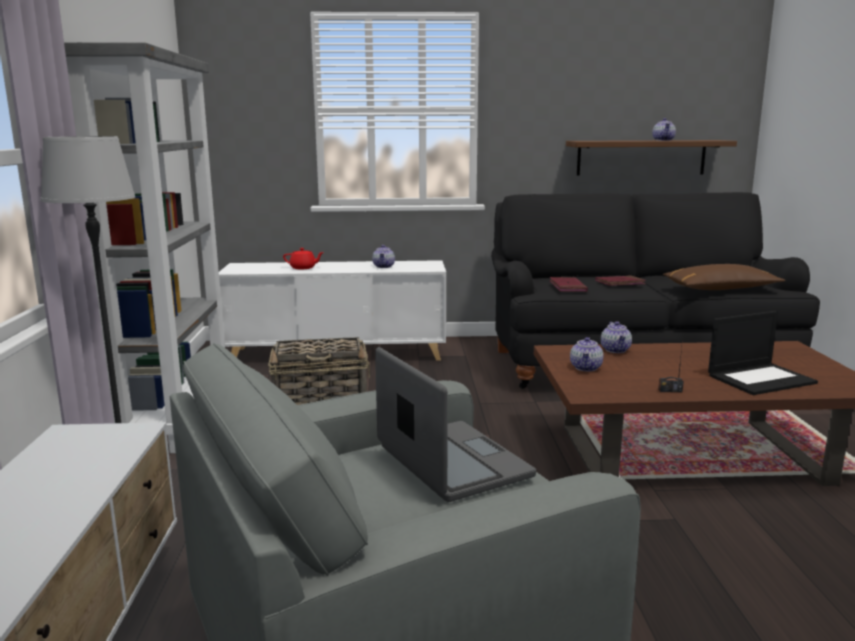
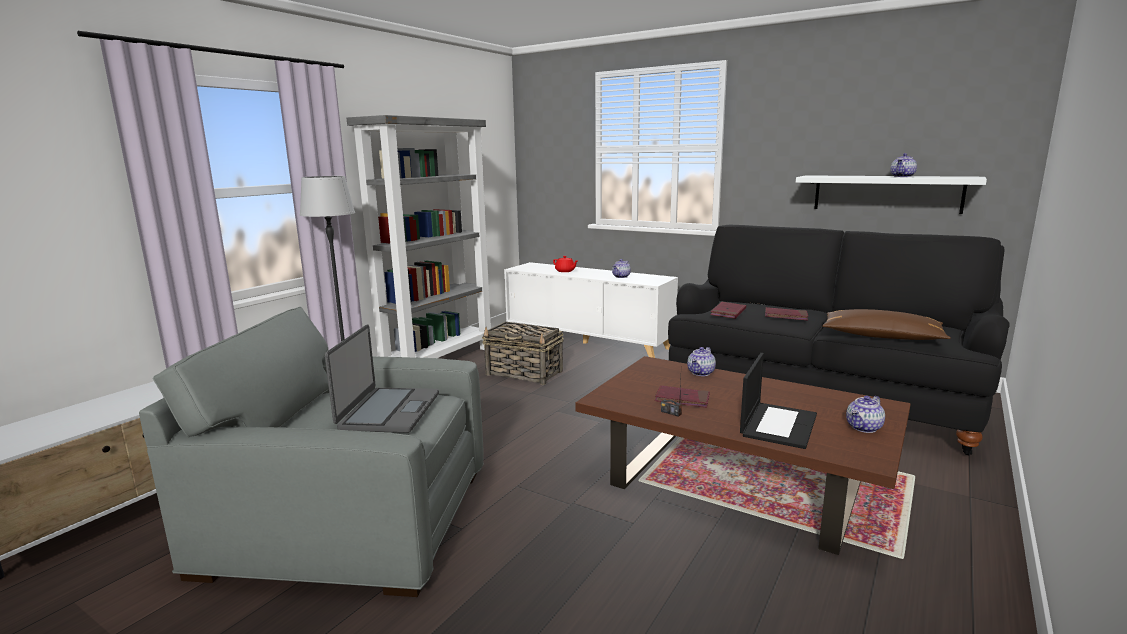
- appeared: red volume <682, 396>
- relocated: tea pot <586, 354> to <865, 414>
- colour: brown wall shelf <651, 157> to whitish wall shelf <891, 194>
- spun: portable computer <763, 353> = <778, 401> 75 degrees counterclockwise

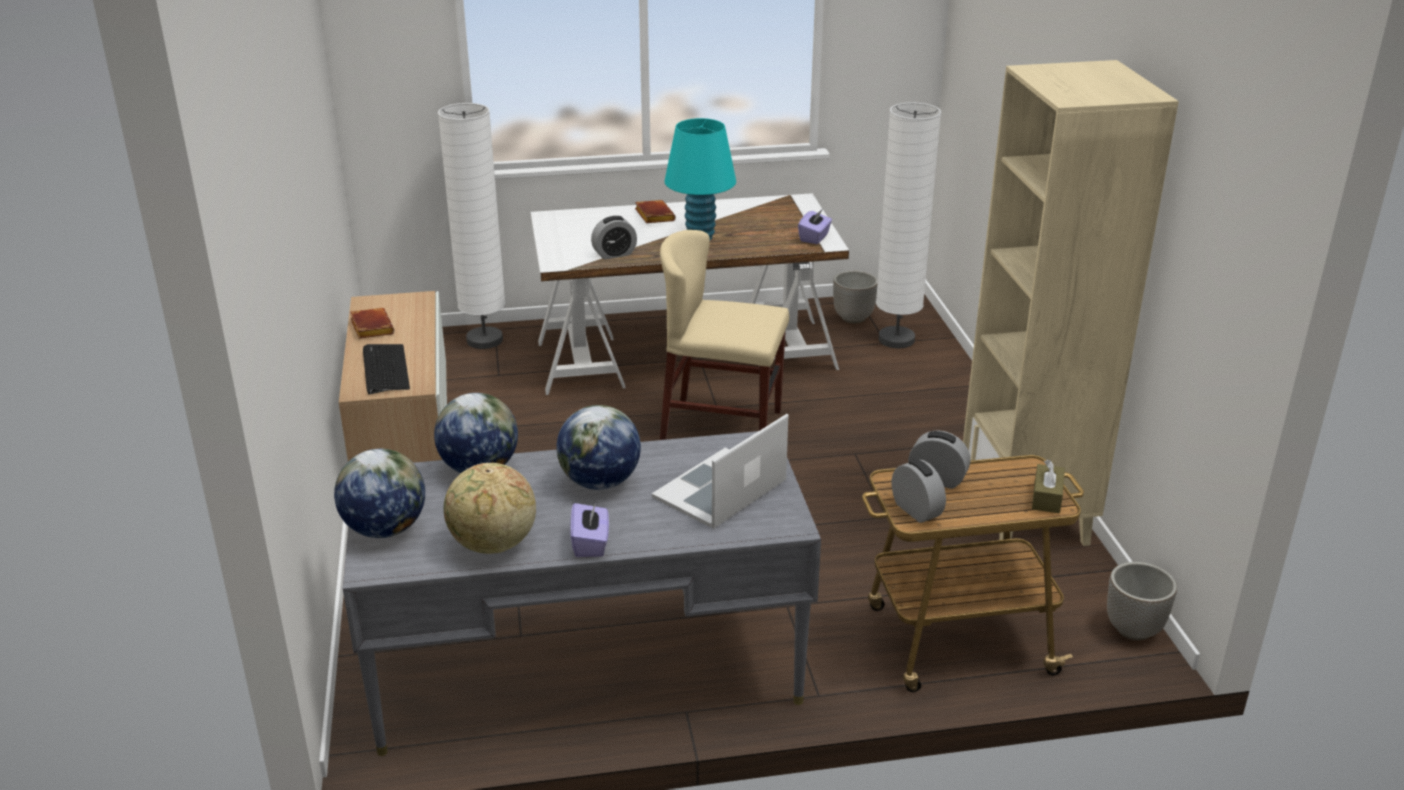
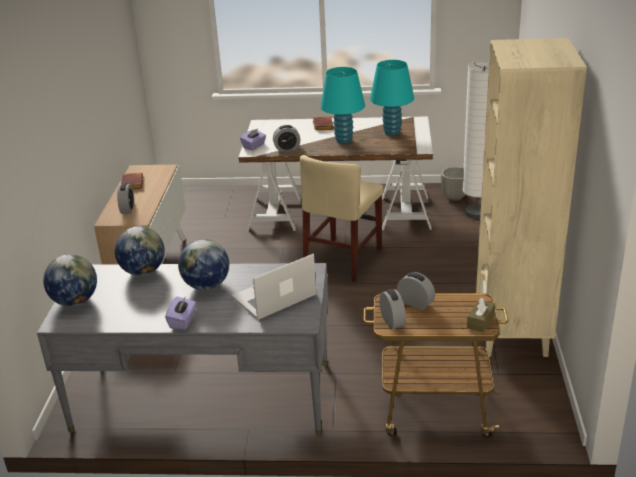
- missing: whitish standard lamp <472, 226>
- missing: world globe <490, 508>
- missing: flower pot <1142, 601>
- appeared: blue-green tabletop lamp <392, 98>
- relocated: purple tissue holder <815, 226> to <253, 139>
- exchanged: keyboard <386, 369> to alarm clock <125, 198>
- spun: beige-coloured upright chair <724, 335> = <342, 218> 90 degrees counterclockwise

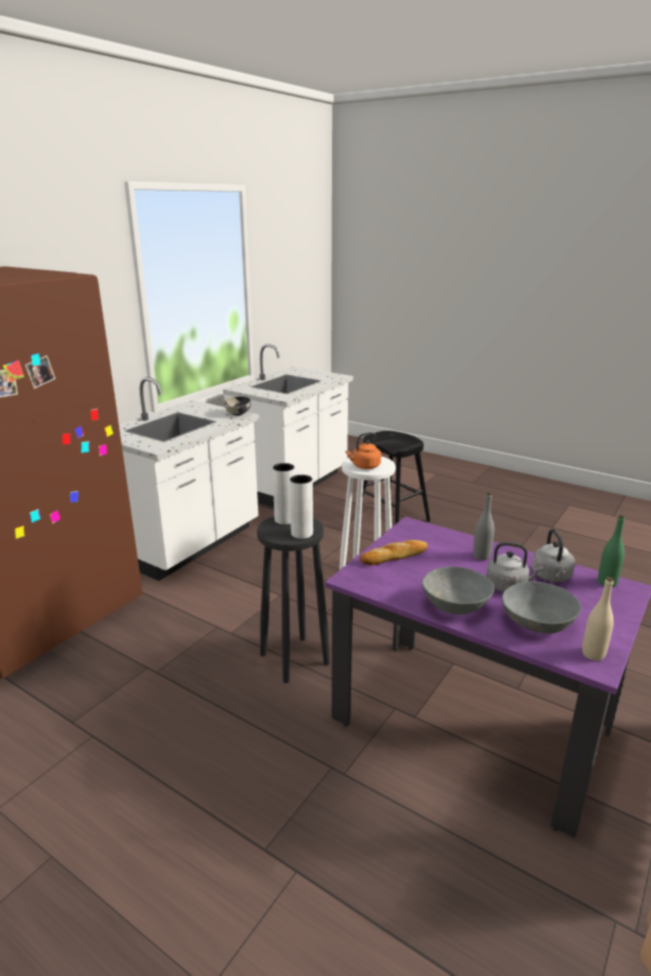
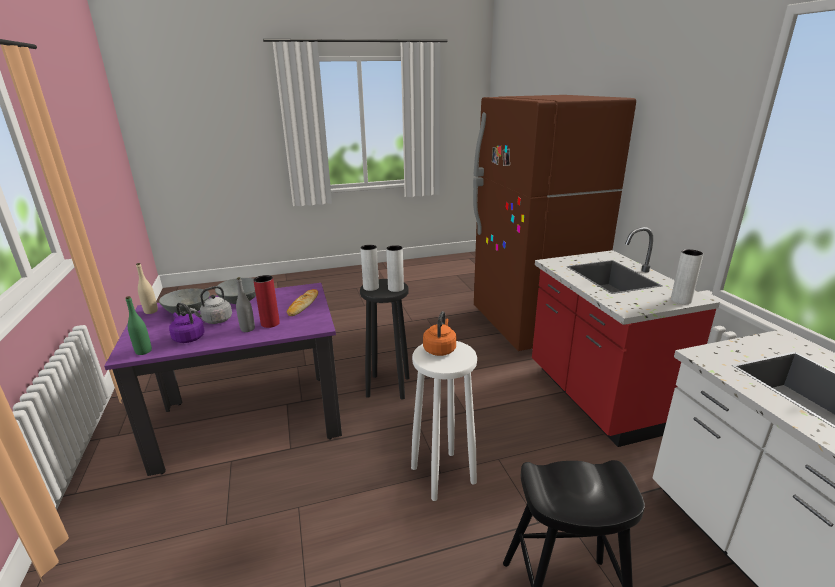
- missing: serving bowl <237, 406>
- appeared: red decorative vase <266, 301>
- appeared: whitish decorative vase <687, 276>
- colour: whitish counter <189, 479> to red counter <626, 337>
- colour: grey tea kettle <553, 555> to purple tea kettle <187, 323>

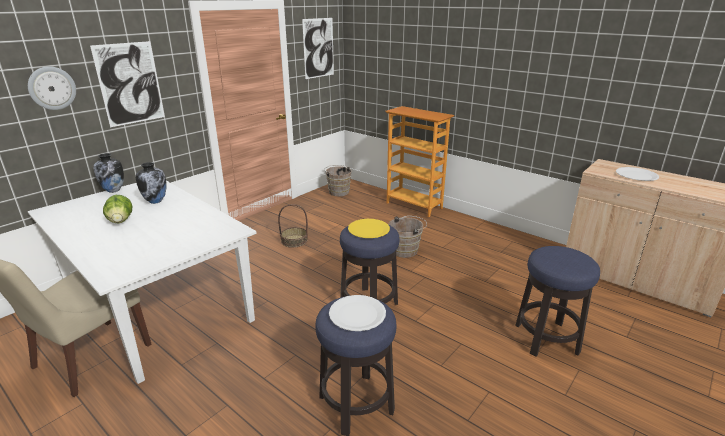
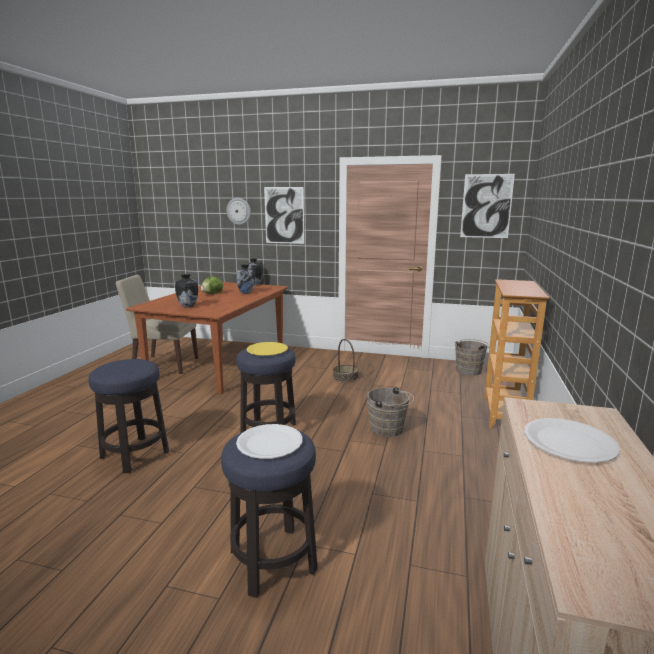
- appeared: decorative vase <186, 291>
- relocated: whitish plate <357, 313> to <269, 441>
- colour: whitish dinner table <142, 282> to brown dinner table <207, 338>

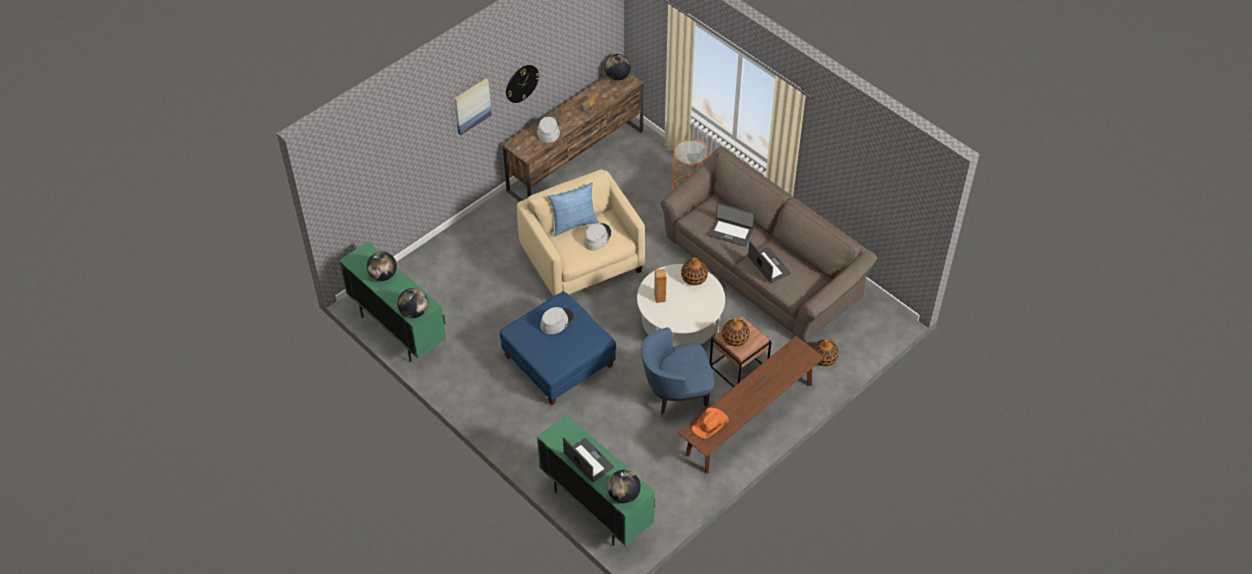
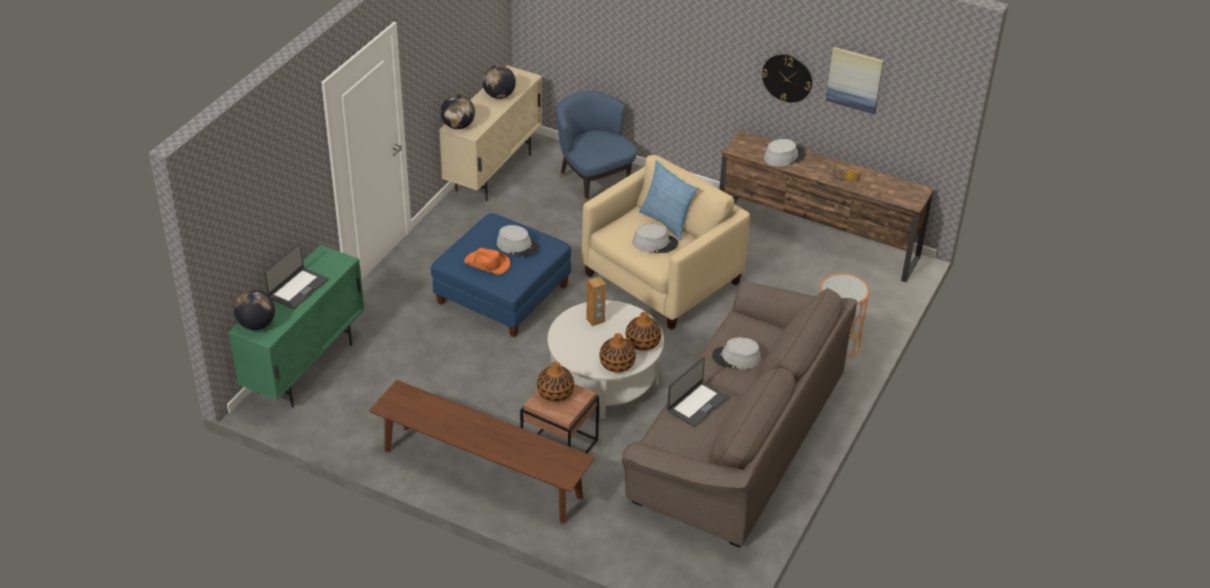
- missing: world globe <617, 67>
- relocated: wall art <473, 106> to <855, 80>
- relocated: blue easy chair <678, 372> to <597, 147>
- relocated: orange-coloured hat <710, 423> to <487, 261>
- relocated: decorative vase <826, 352> to <617, 353>
- exchanged: portable computer <731, 224> to grey hat <736, 353>
- colour: greenish cabinet <392, 302> to beige-coloured cabinet <490, 133>

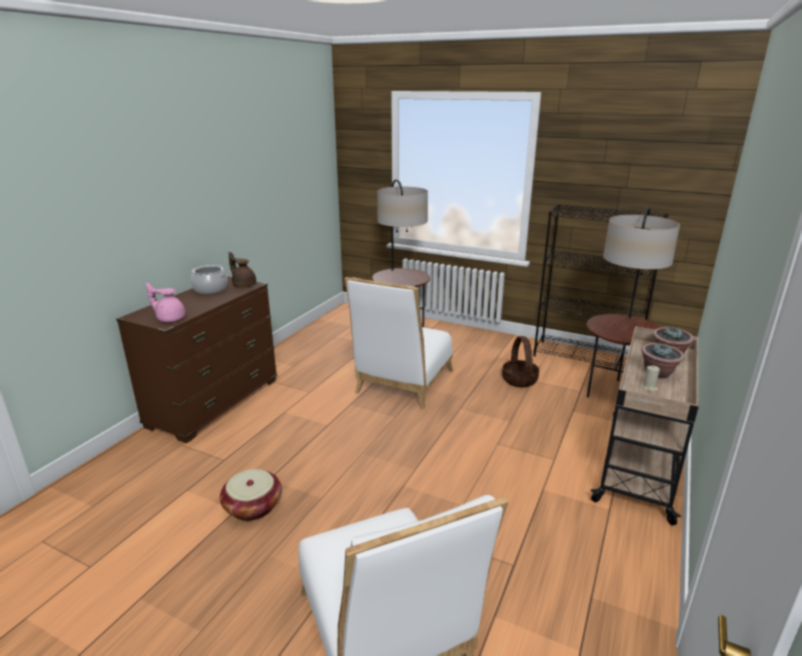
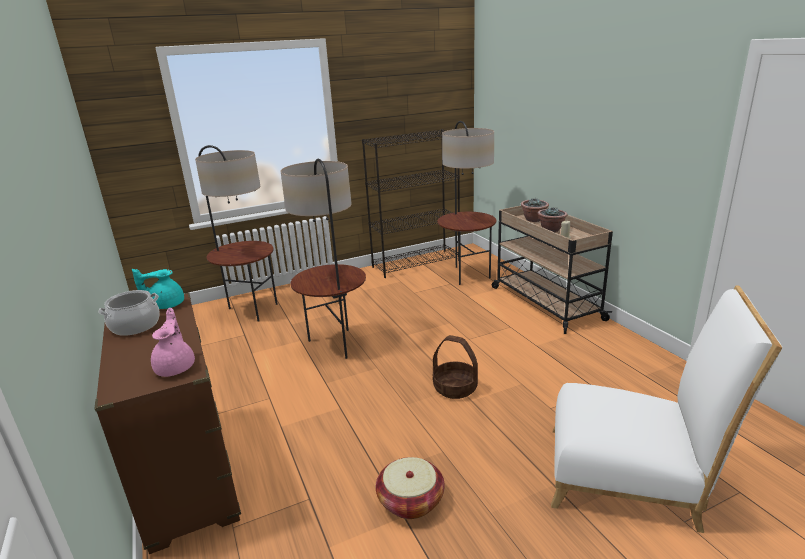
- relocated: household basket <520, 361> to <455, 367>
- exchanged: whitish upright chair <398, 343> to standard lamp <323, 259>
- colour: brown tea pot <242, 270> to blue-green tea pot <158, 289>
- spun: pinkish tea pot <166, 302> = <173, 342> 120 degrees clockwise

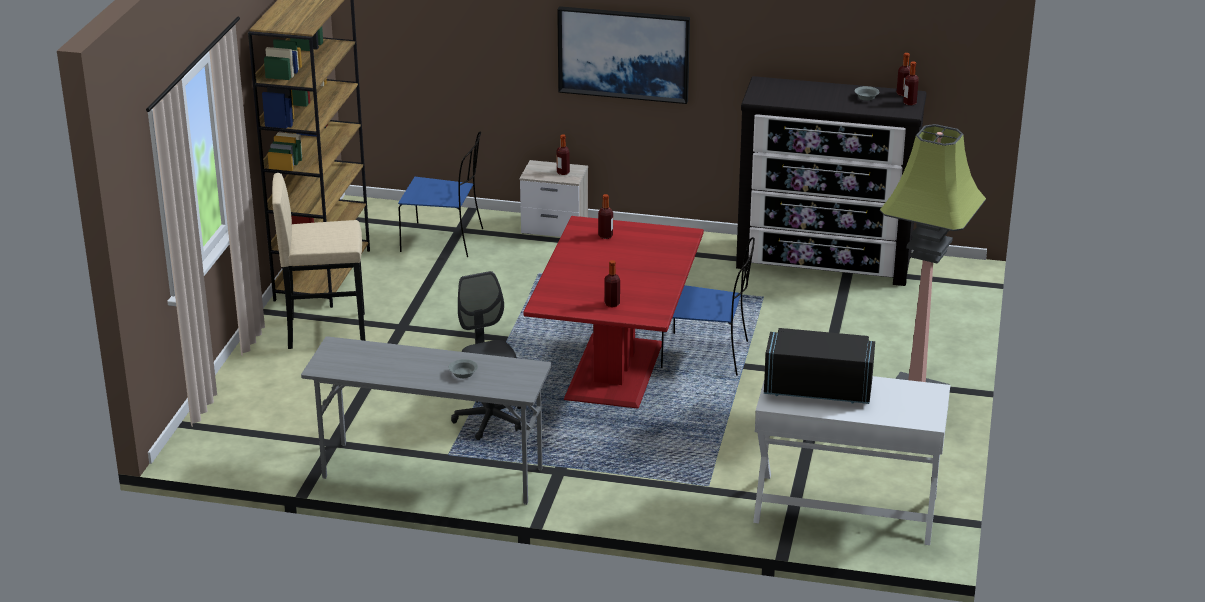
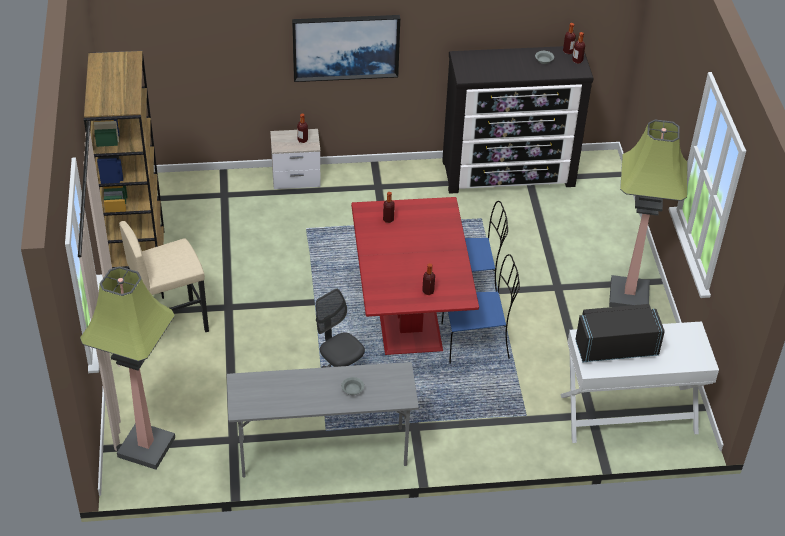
- appeared: standard lamp <127, 368>
- relocated: blue upright chair <440, 194> to <480, 309>

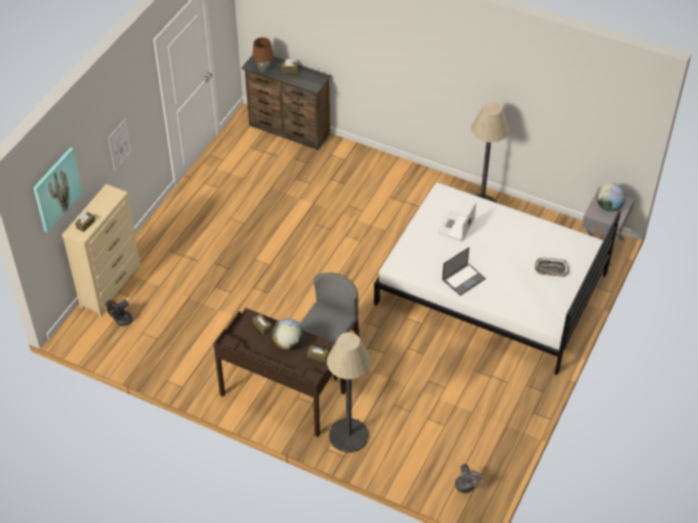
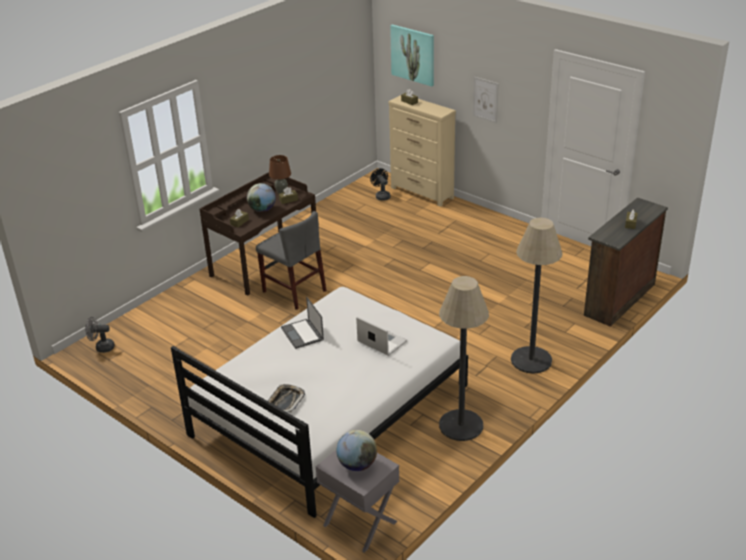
- relocated: brown tabletop lamp <263, 55> to <280, 174>
- relocated: standard lamp <349, 392> to <537, 295>

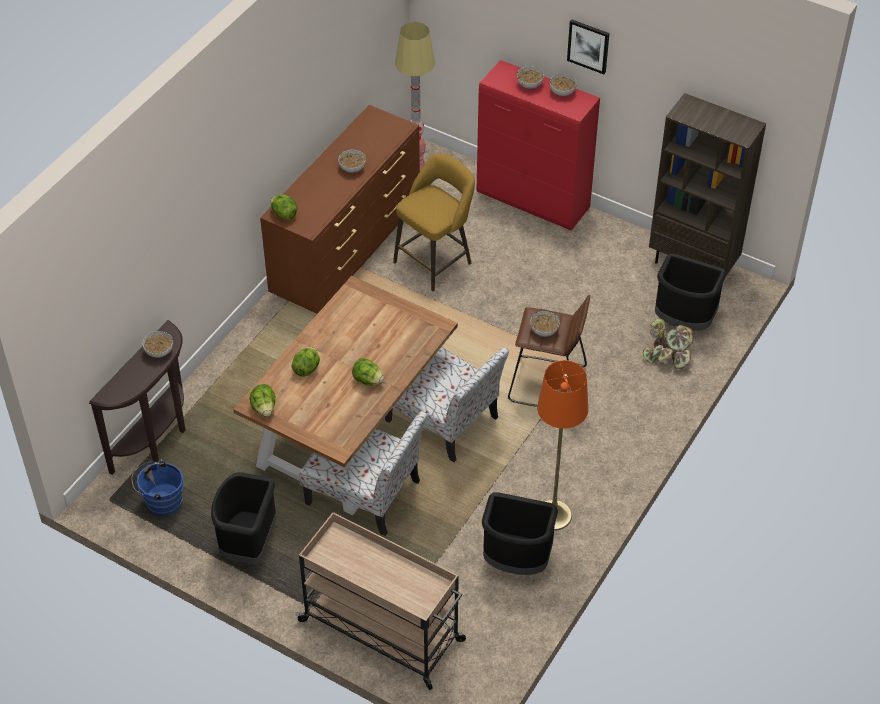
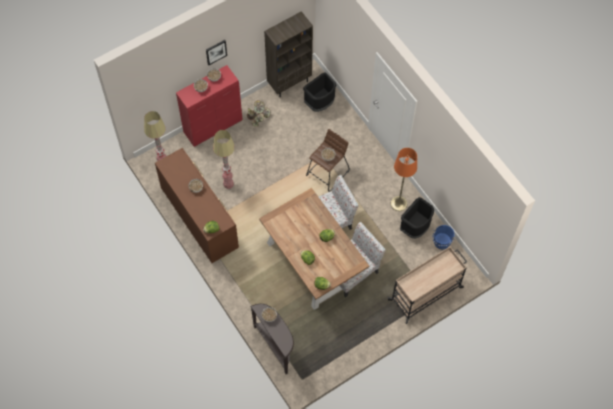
- missing: black-coloured rubbish bin <244, 518>
- relocated: blue pail <158, 487> to <443, 237>
- relocated: houseplant <668, 344> to <259, 113>
- exchanged: yellow-coloured sitting stool <434, 222> to standard lamp <223, 159>

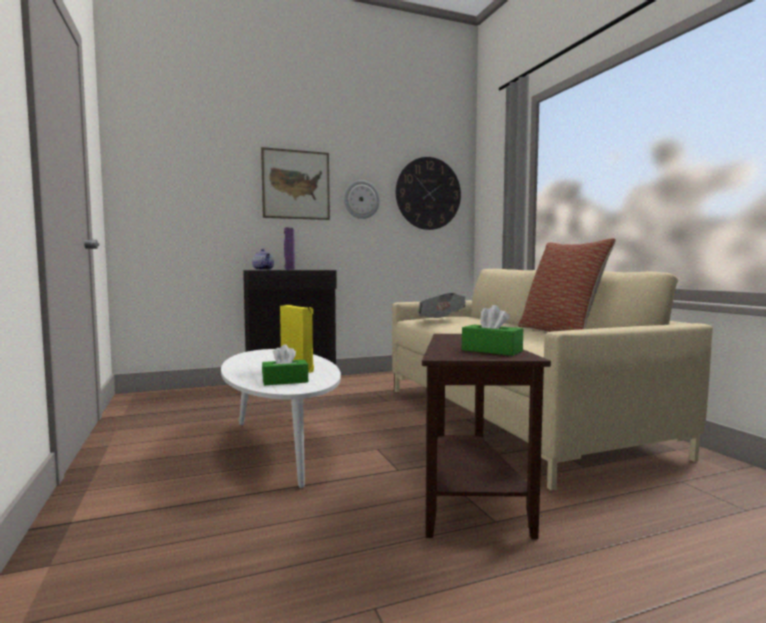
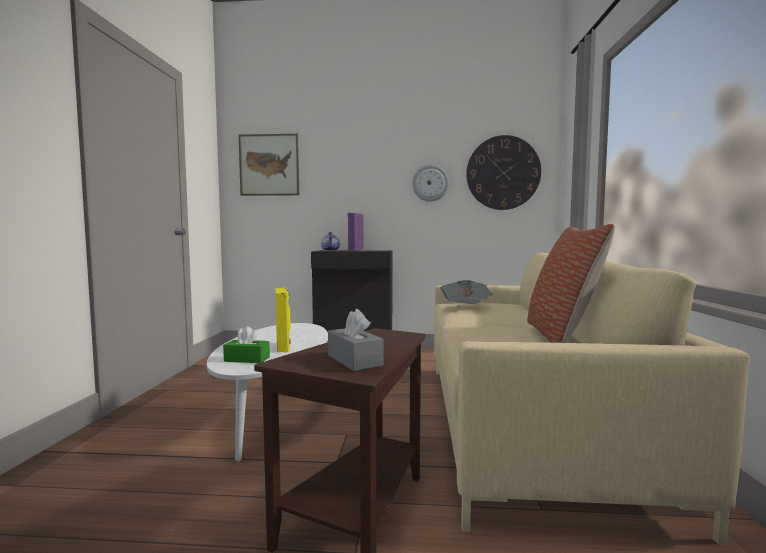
- relocated: wall art <295, 183> to <269, 165>
- colour: greenish tissue holder <492, 330> to grey tissue holder <355, 340>

